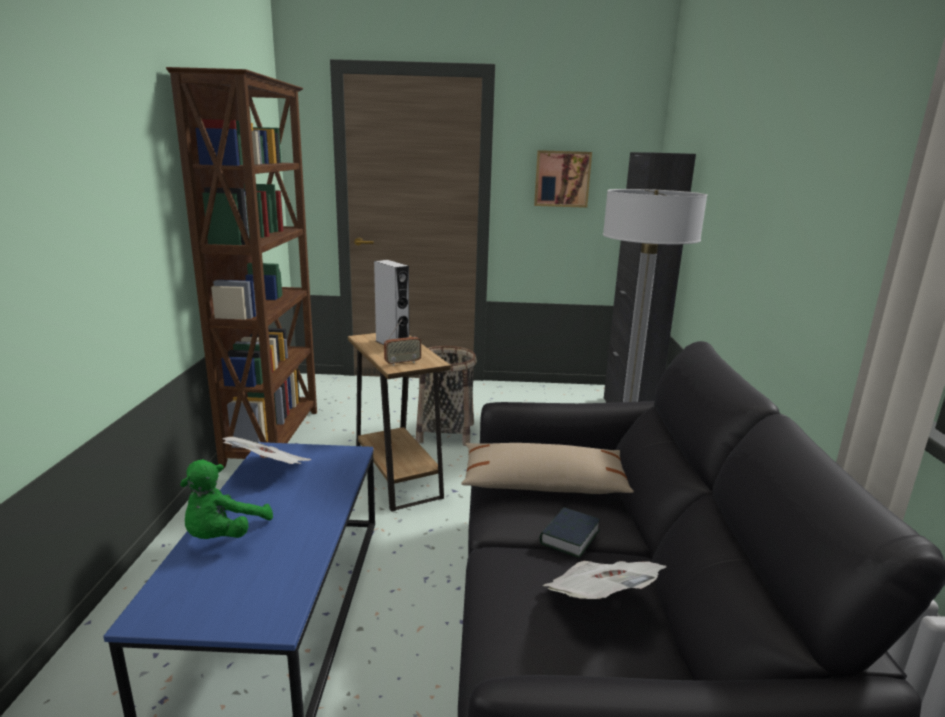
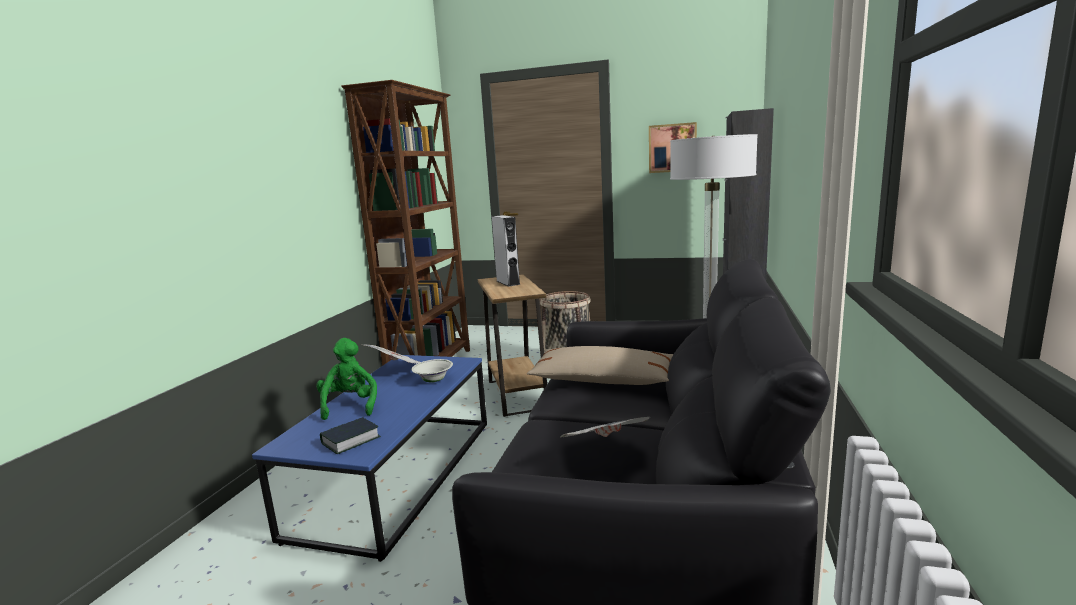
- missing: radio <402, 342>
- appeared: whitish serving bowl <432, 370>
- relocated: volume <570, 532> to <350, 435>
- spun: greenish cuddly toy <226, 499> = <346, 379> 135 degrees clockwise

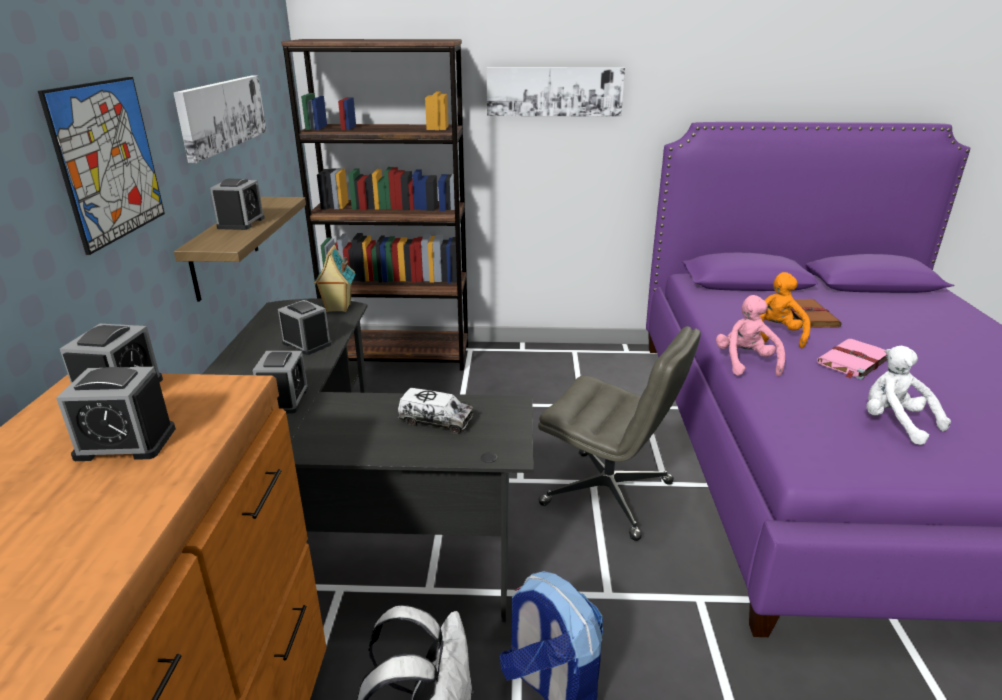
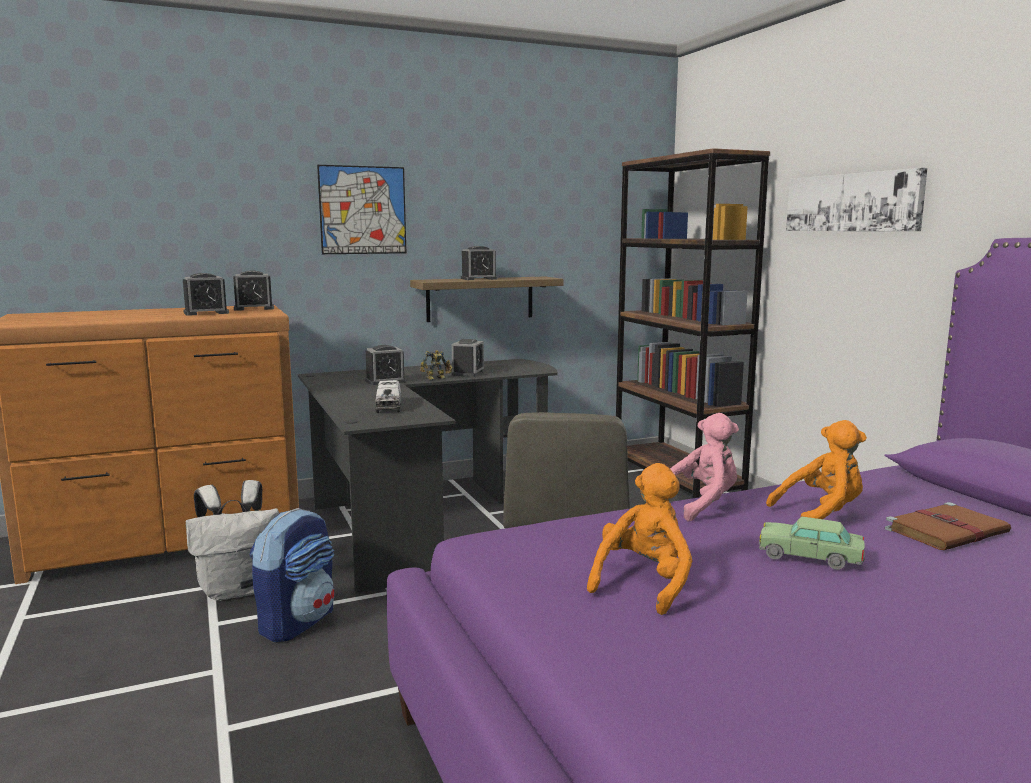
- missing: wall art <220, 119>
- missing: toy house <334, 278>
- appeared: robot figure <436, 365>
- exchanged: pinkish volume <852, 359> to miniature car <812, 543>
- colour: whitish cuddly toy <908, 395> to orange-coloured cuddly toy <639, 539>
- spun: alarm clock <116, 414> = <206, 294> 90 degrees counterclockwise

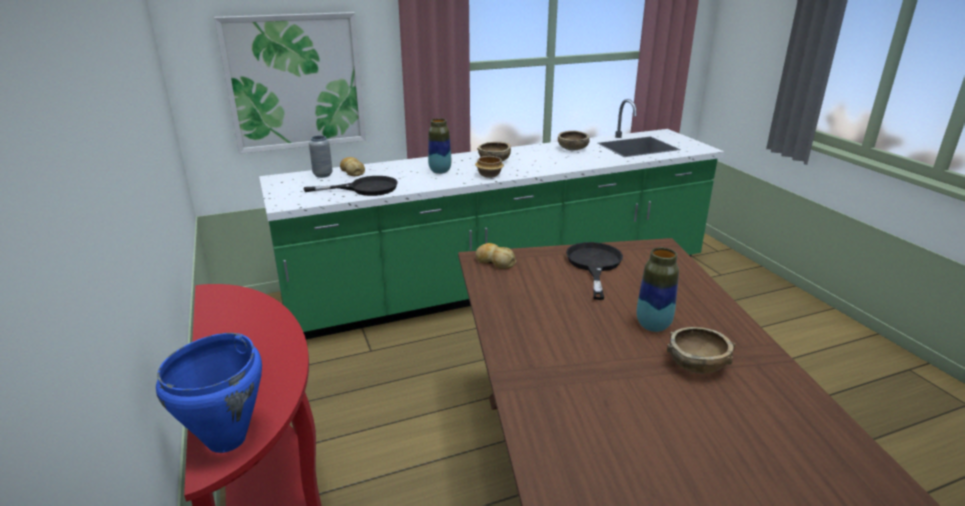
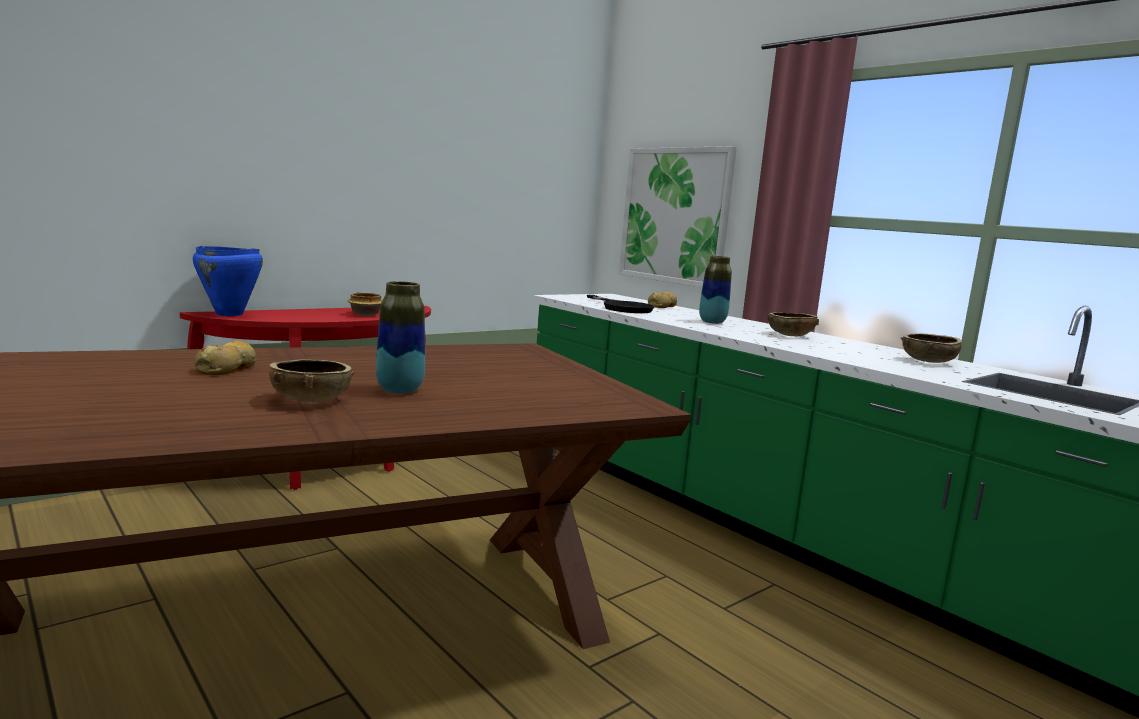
- missing: grey decorative vase <321, 156>
- missing: black-coloured skillet <594, 271>
- relocated: serving bowl <489, 167> to <365, 304>
- relocated: bread <495, 256> to <225, 358>

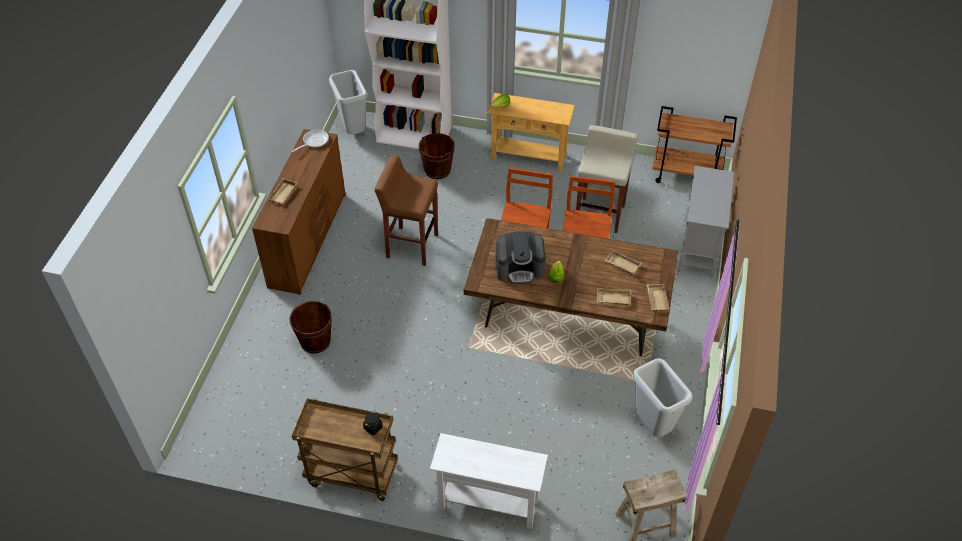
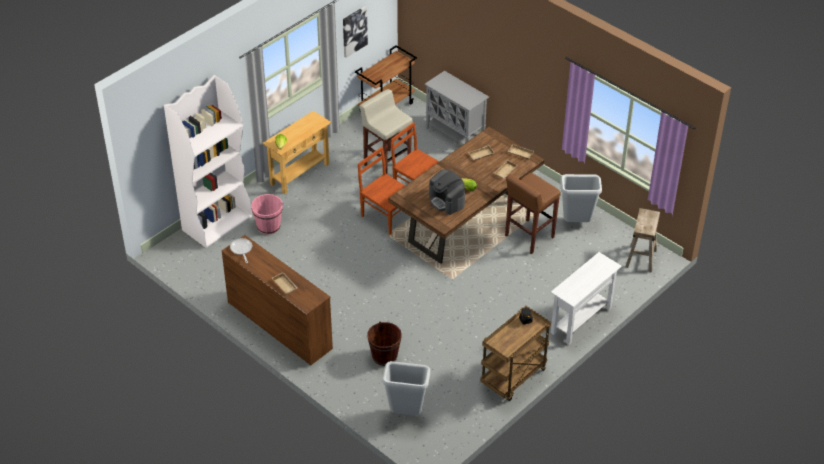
- appeared: wall art <355, 32>
- relocated: grey rubbish bin <348, 102> to <406, 388>
- relocated: brown sitting stool <406, 210> to <533, 213>
- colour: brown pail <437, 156> to pinkish pail <267, 214>
- spun: coffee brewer <520, 257> = <447, 192> 120 degrees clockwise

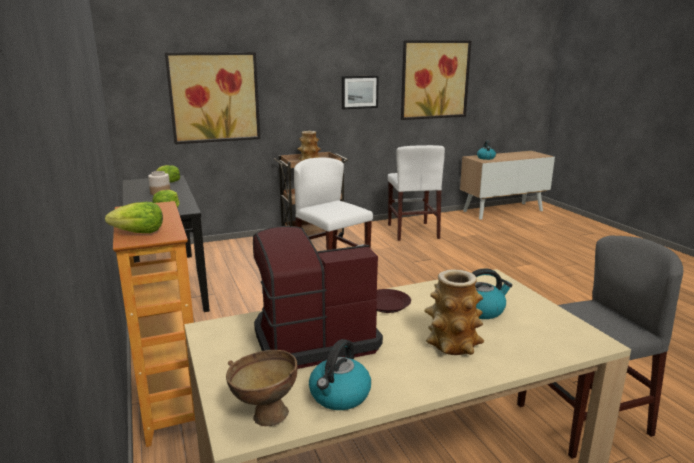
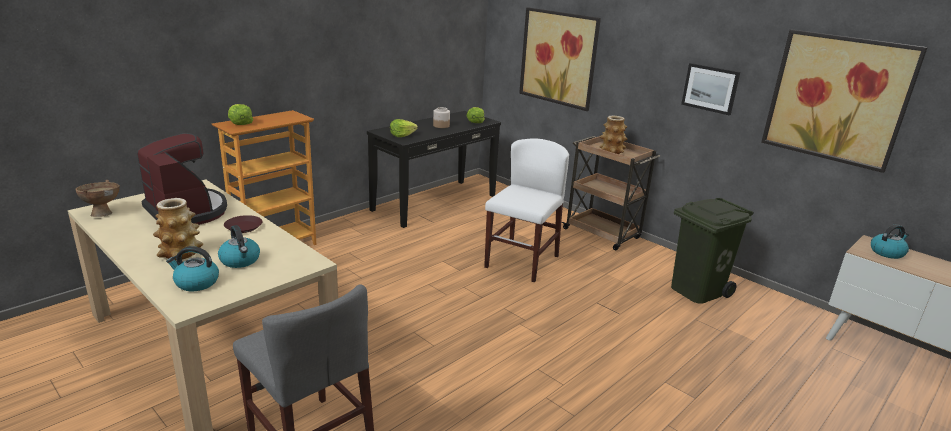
- relocated: tea kettle <340, 374> to <192, 268>
- exchanged: whitish upright chair <416, 193> to greenish rubbish bin <712, 251>

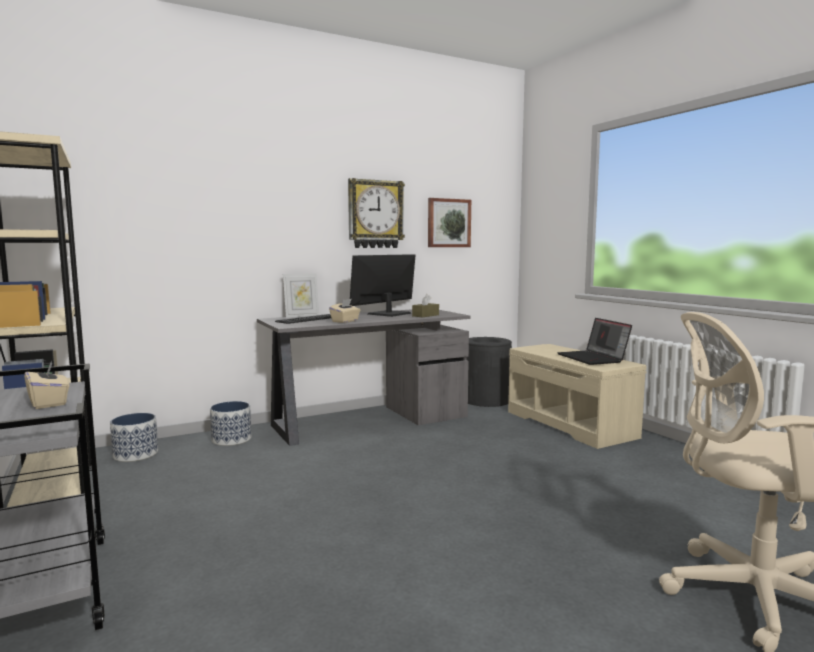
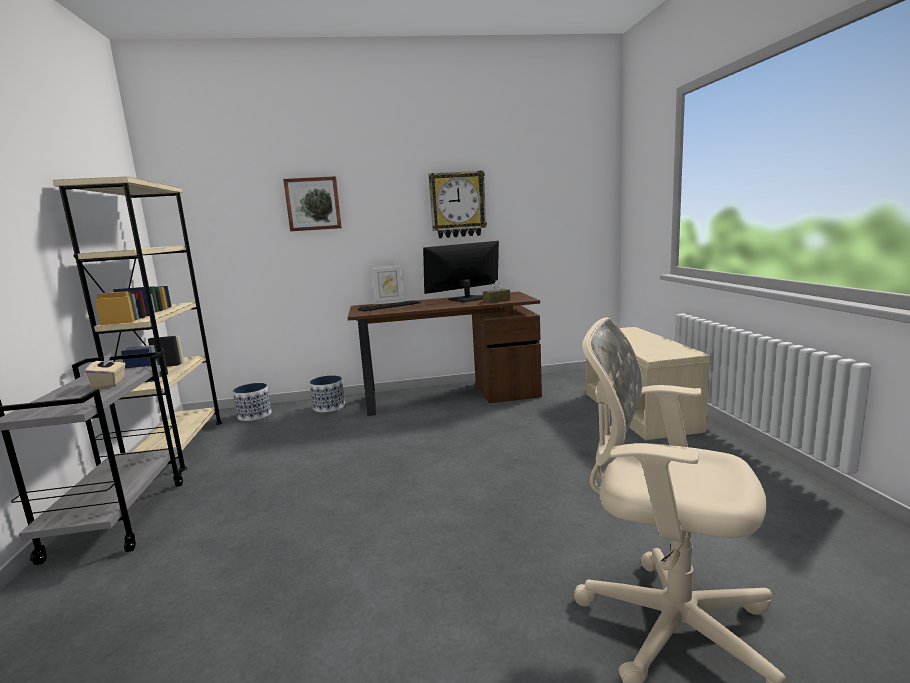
- missing: beige-coloured tissue holder <344, 311>
- missing: black-coloured rubbish bin <489, 372>
- missing: portable computer <594, 341>
- relocated: wall art <449, 222> to <312, 203>
- colour: grey desk <363, 377> to brown desk <445, 354>

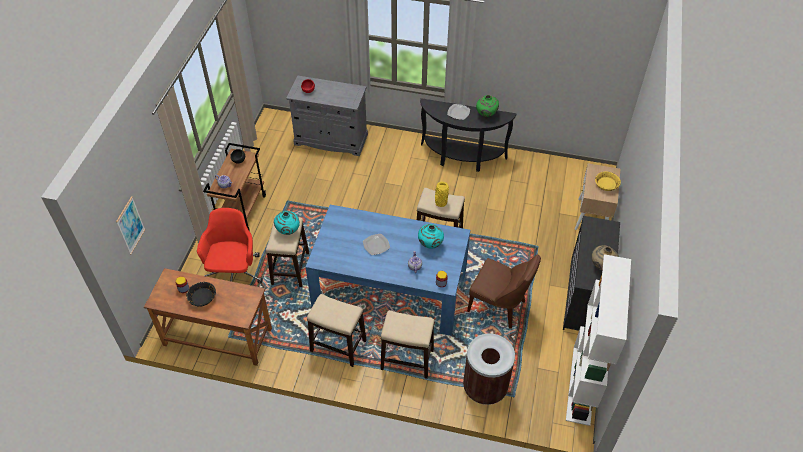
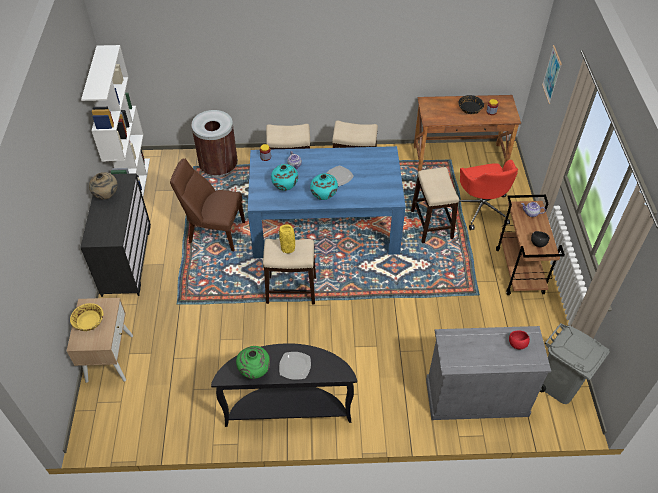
- appeared: grey rubbish bin <575, 363>
- relocated: blue-green decorative vase <287, 223> to <324, 186>

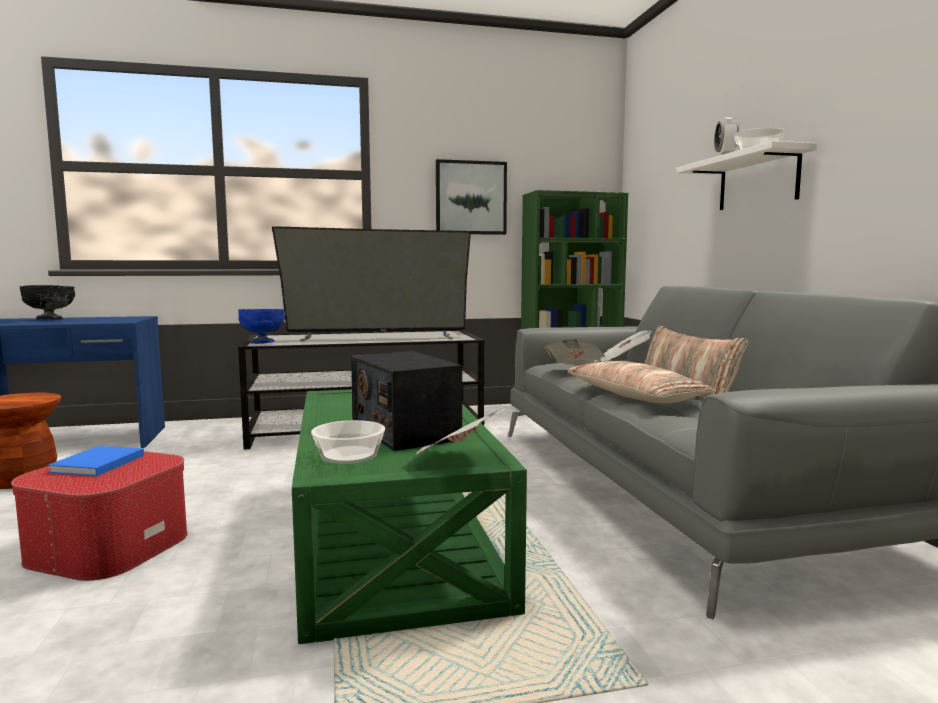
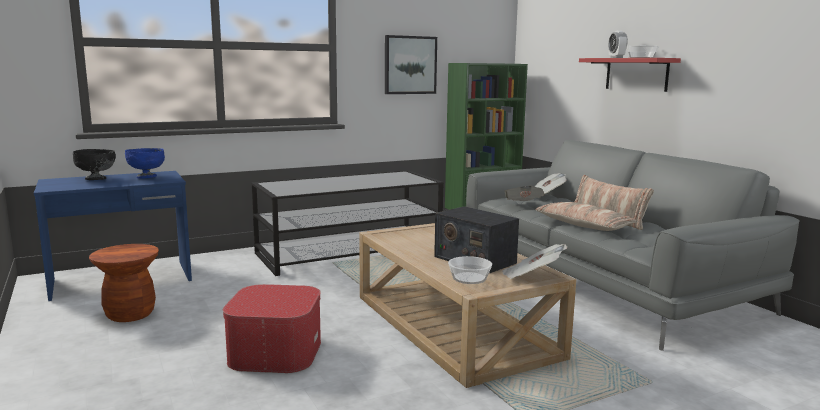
- missing: blue volume <96, 461>
- missing: TV set <371, 283>
- relocated: blue serving bowl <261, 326> to <145, 163>
- colour: greenish coffee table <409, 516> to beige-coloured coffee table <467, 305>
- colour: whitish wall shelf <746, 175> to red wall shelf <630, 75>

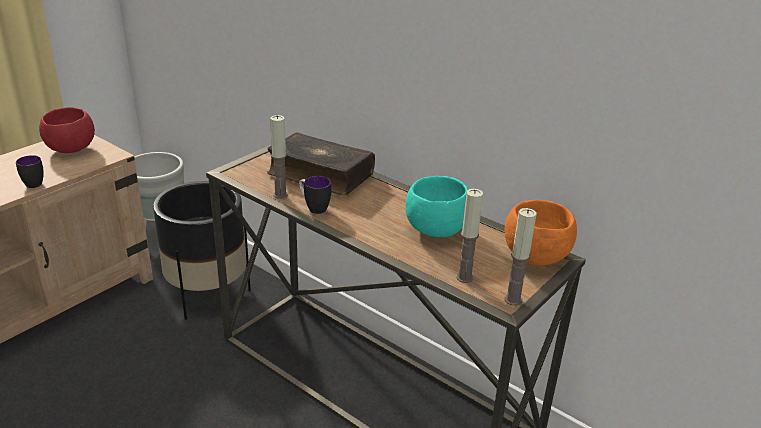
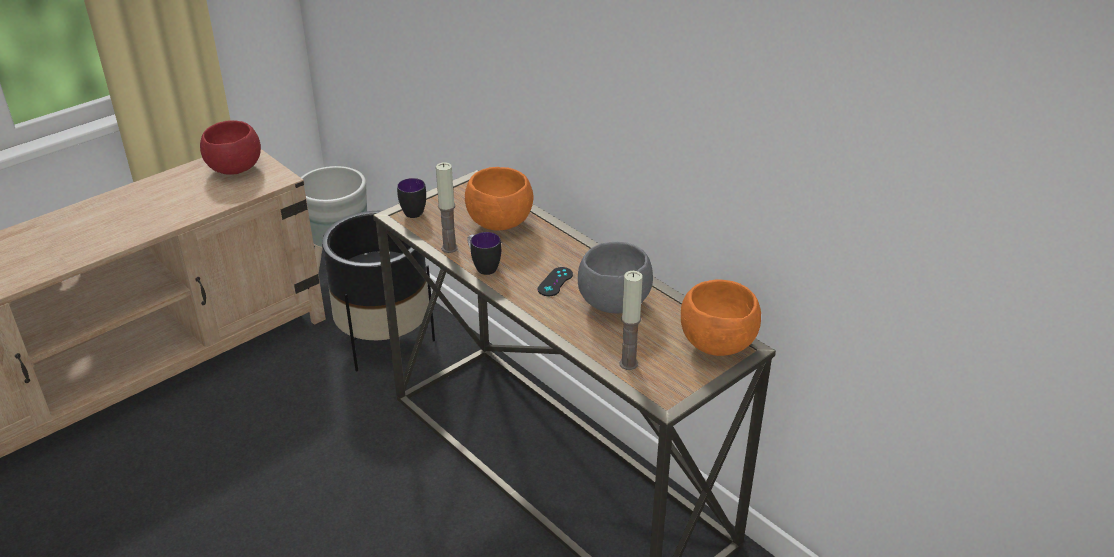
- missing: candle <520, 257>
- appeared: black-coloured game controller <555, 281>
- relocated: coffee mug <30, 171> to <411, 198>
- exchanged: volume <321, 164> to orange-coloured serving bowl <499, 198>
- colour: blue-green serving bowl <436, 206> to grey serving bowl <615, 277>

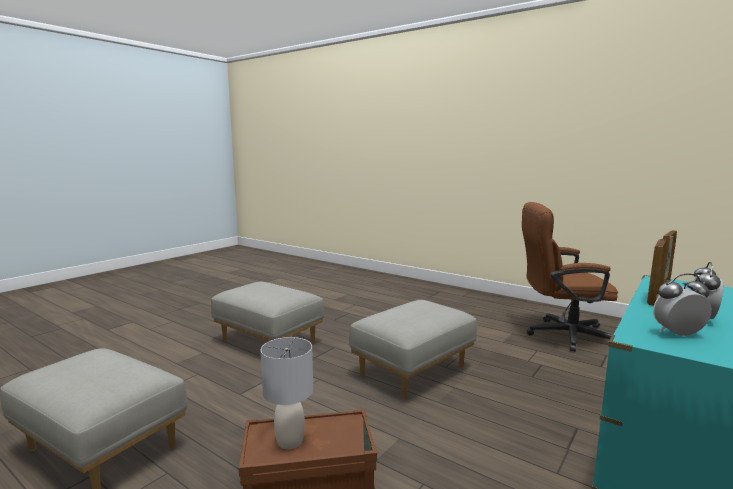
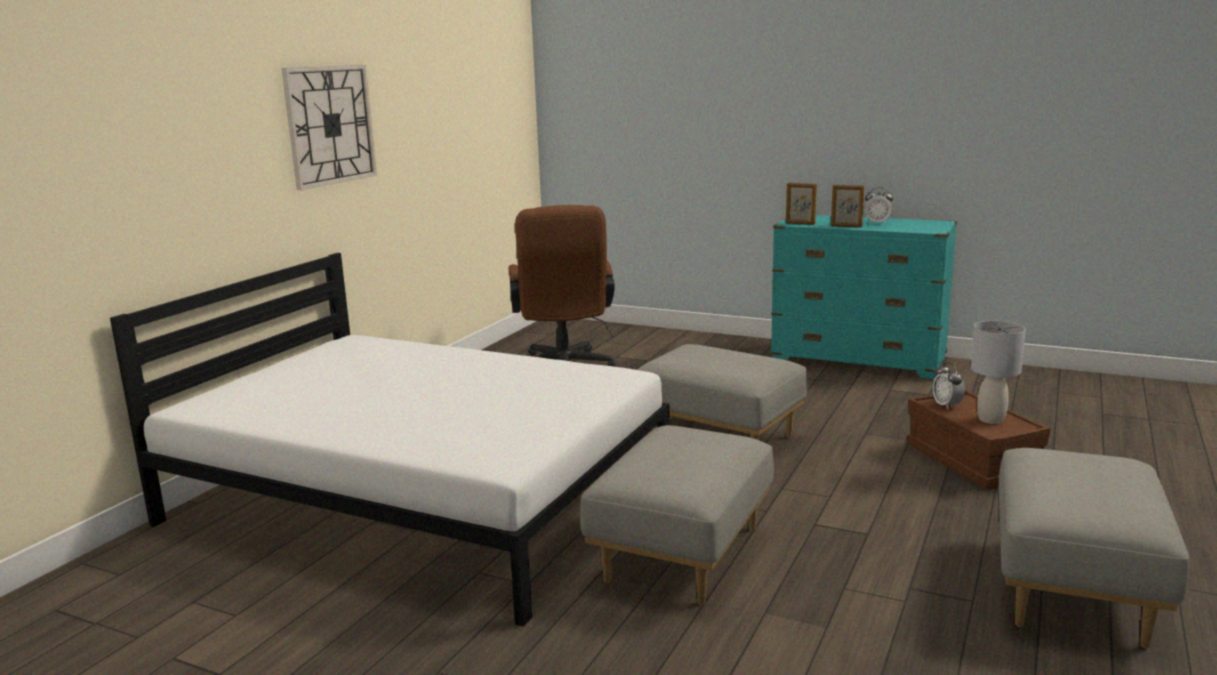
- appeared: whitish bedroom bed <390, 440>
- appeared: wall clock <329, 127>
- relocated: alarm clock <682, 305> to <948, 385>

